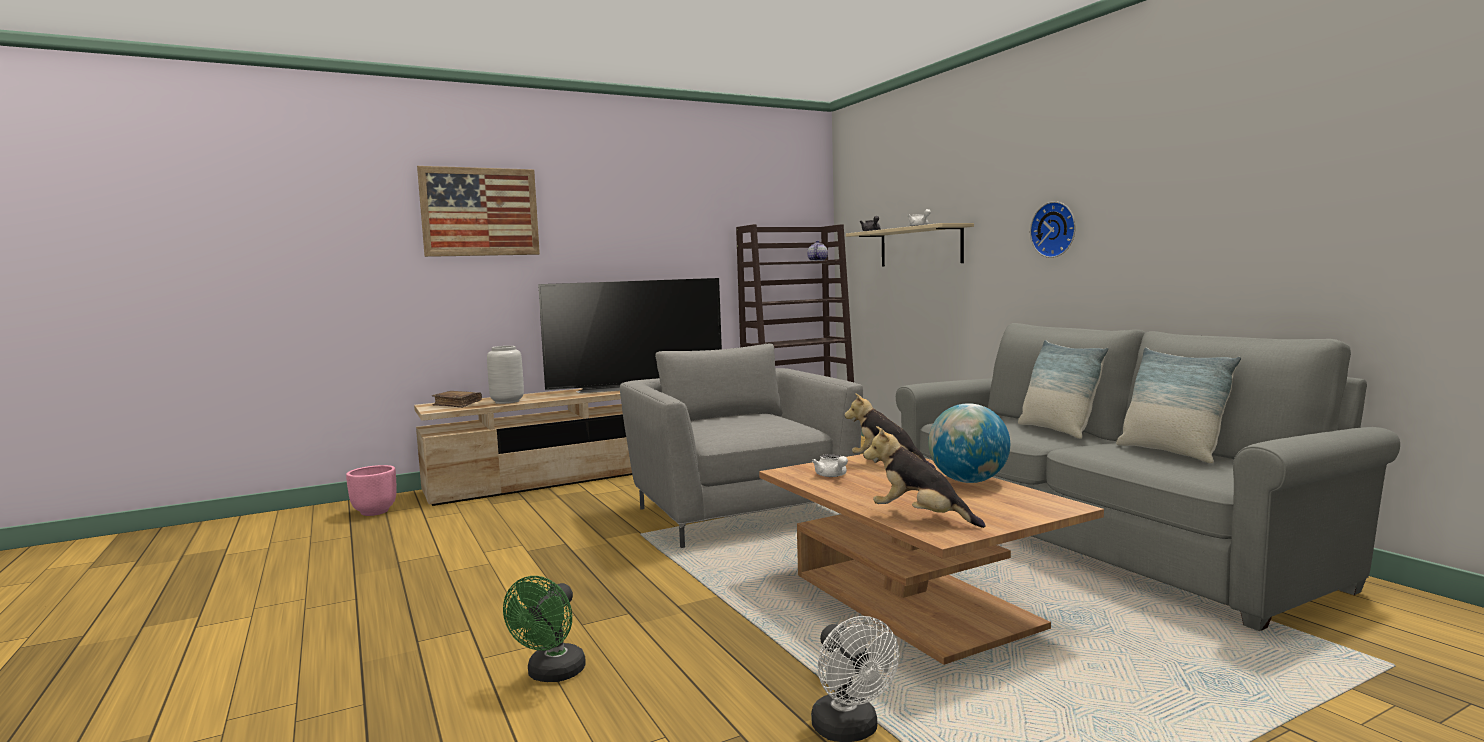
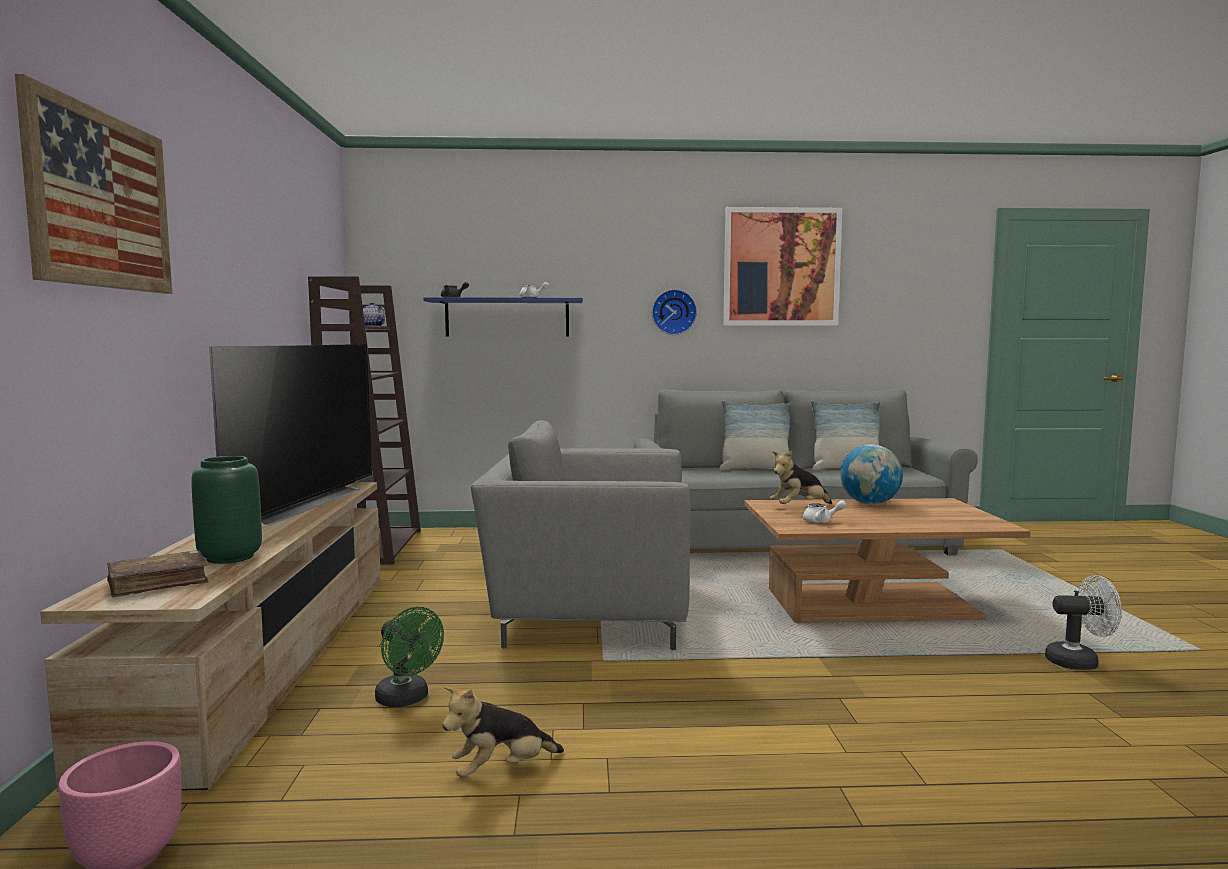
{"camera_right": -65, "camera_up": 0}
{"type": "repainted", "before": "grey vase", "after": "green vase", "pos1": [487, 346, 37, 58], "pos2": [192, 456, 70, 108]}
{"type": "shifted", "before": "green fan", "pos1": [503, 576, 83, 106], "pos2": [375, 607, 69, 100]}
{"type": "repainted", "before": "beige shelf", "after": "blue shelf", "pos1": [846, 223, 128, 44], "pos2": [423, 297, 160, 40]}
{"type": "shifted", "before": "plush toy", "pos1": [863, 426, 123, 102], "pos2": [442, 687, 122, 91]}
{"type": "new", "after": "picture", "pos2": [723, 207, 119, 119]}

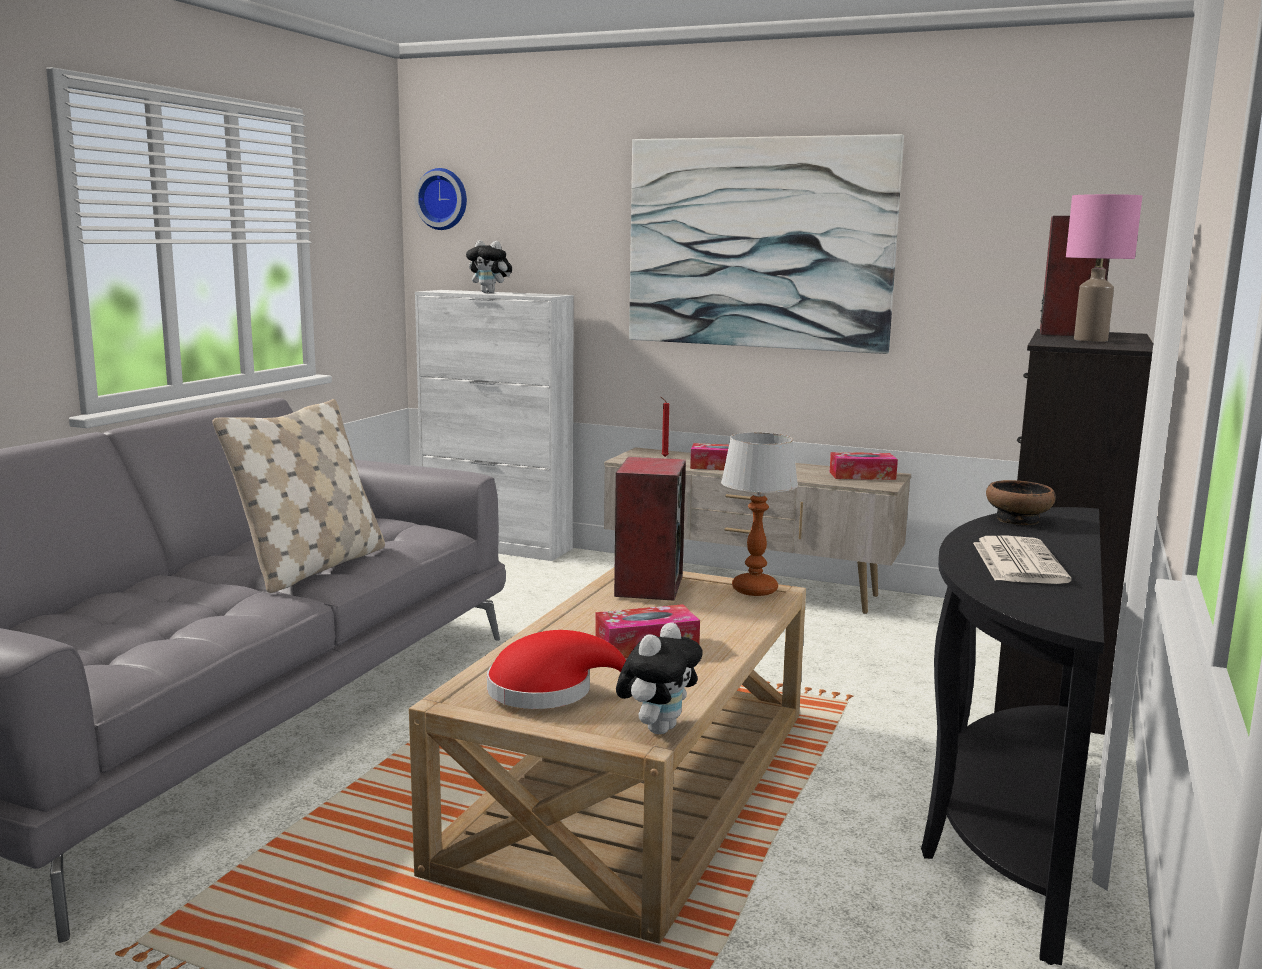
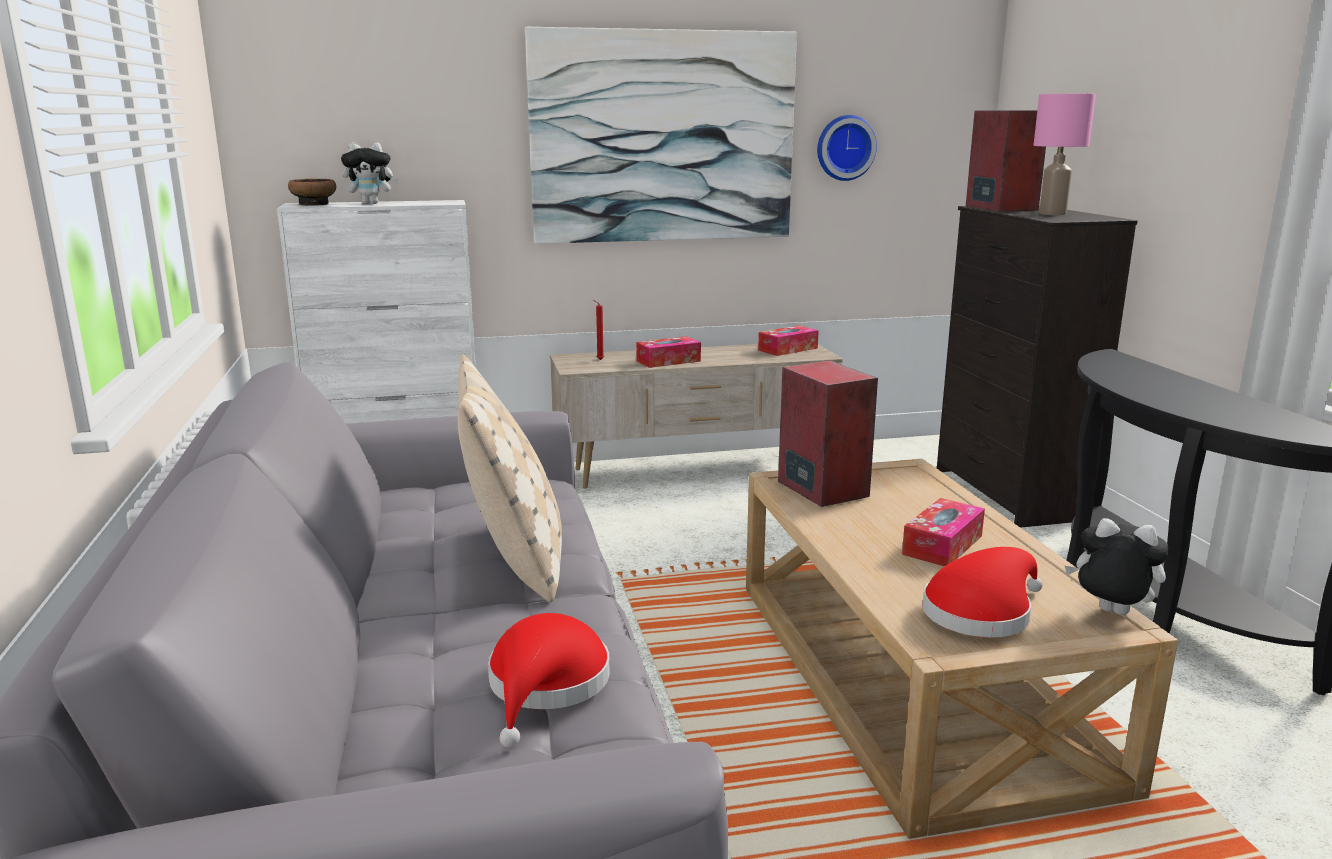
{"camera_right": -35, "camera_up": 5}
{"type": "shifted", "before": "bowl", "pos1": [986, 480, 70, 45], "pos2": [288, 179, 48, 27]}
{"type": "new", "after": "red hat", "pos2": [488, 613, 122, 135]}
{"type": "shifted", "before": "wall clock", "pos1": [414, 168, 53, 62], "pos2": [817, 115, 60, 66]}
{"type": "rotated", "before": "plush toy", "pos1": [616, 622, 87, 113], "pos2": [1065, 518, 104, 97], "turn": -60}
{"type": "gone", "before": "table lamp", "pos1": [721, 432, 77, 164]}
{"type": "gone", "before": "newspaper", "pos1": [973, 536, 98, 48]}

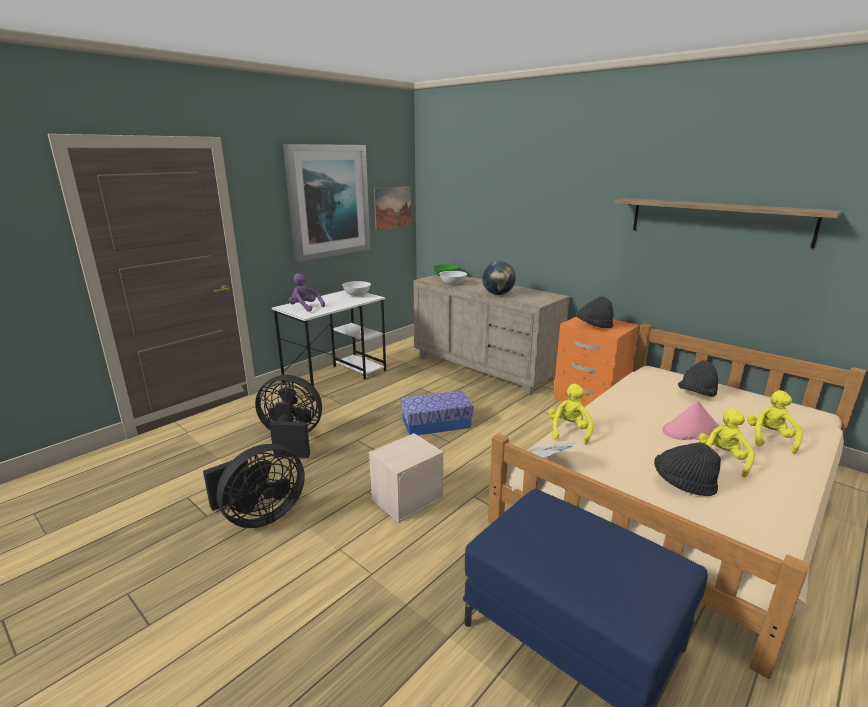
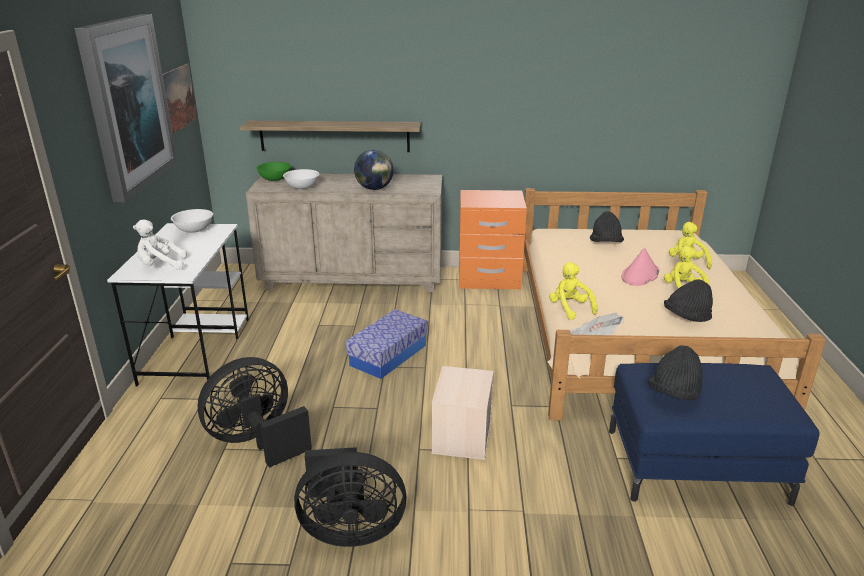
{"camera_right": -40, "camera_up": 5}
{"type": "repainted", "before": "purple plush toy", "after": "white plush toy", "pos1": [289, 273, 36, 39], "pos2": [133, 220, 54, 50]}
{"type": "shifted", "before": "shelf", "pos1": [615, 198, 227, 50], "pos2": [240, 121, 181, 31]}
{"type": "rotated", "before": "black fan", "pos1": [203, 444, 102, 84], "pos2": [294, 447, 113, 100], "turn": 75}
{"type": "shifted", "before": "black hat", "pos1": [576, 296, 38, 32], "pos2": [648, 345, 55, 56]}

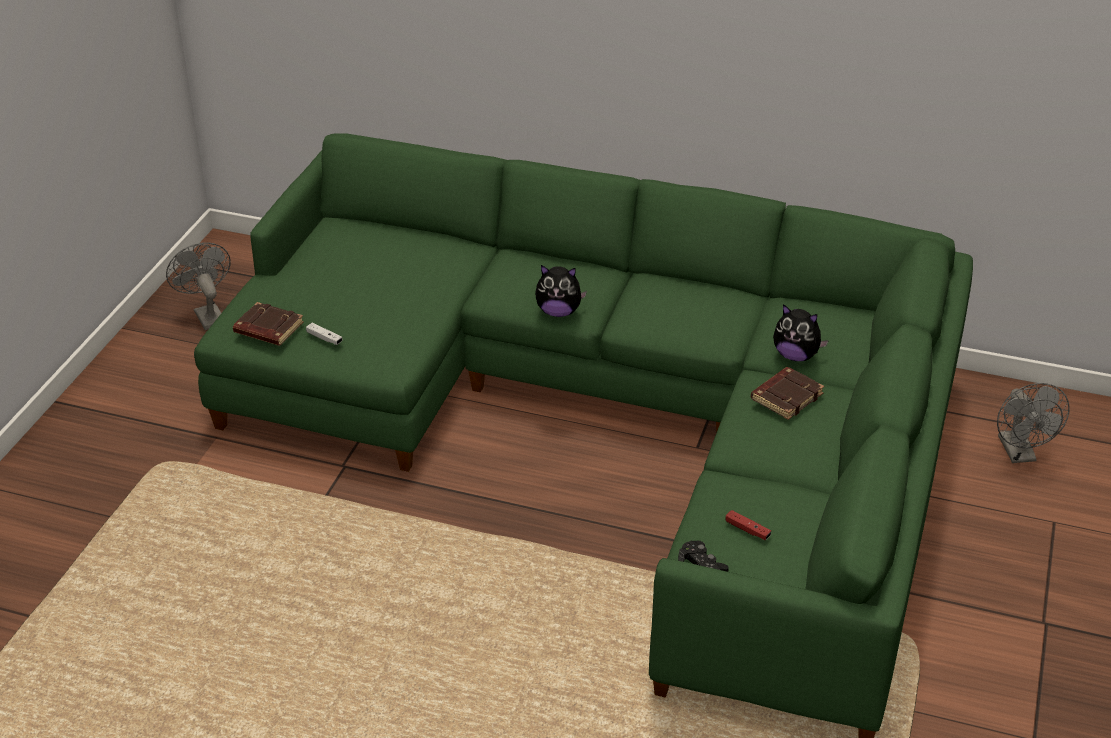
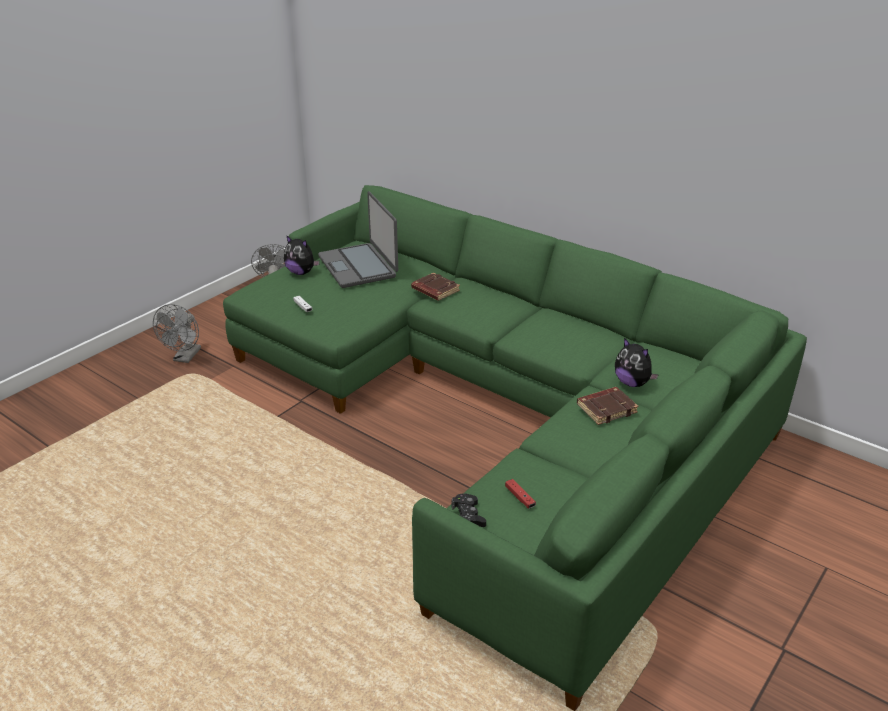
{"camera_right": 20, "camera_up": -5}
{"type": "shifted", "before": "grey fan", "pos1": [997, 383, 73, 80], "pos2": [153, 304, 48, 59]}
{"type": "shifted", "before": "plush toy", "pos1": [535, 265, 52, 52], "pos2": [284, 235, 36, 40]}
{"type": "new", "after": "laptop", "pos2": [318, 191, 80, 97]}
{"type": "shifted", "before": "brown book", "pos1": [233, 302, 71, 44], "pos2": [411, 273, 49, 28]}

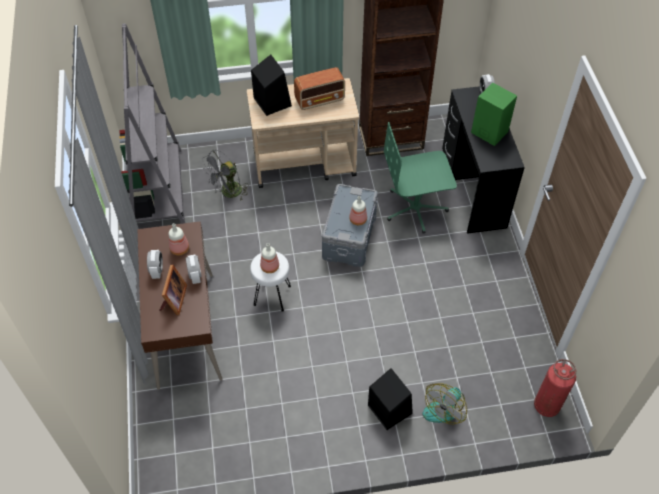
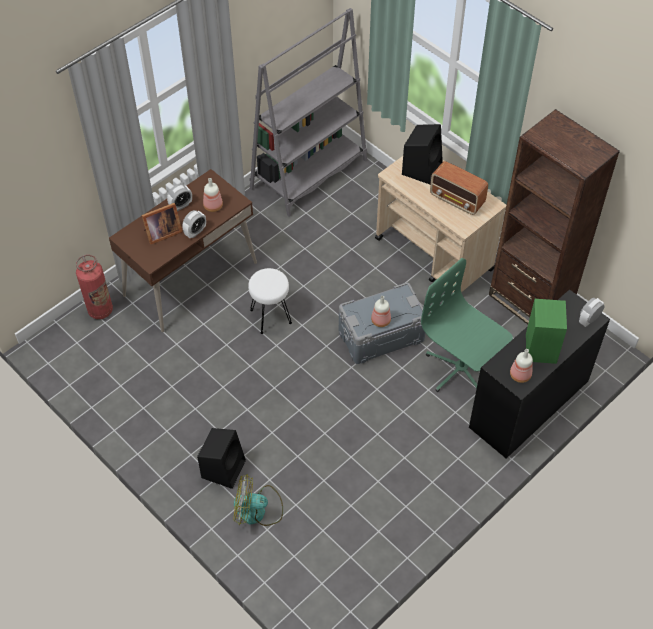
{"camera_right": 55, "camera_up": 0}
{"type": "shifted", "before": "fire extinguisher", "pos1": [534, 359, 43, 58], "pos2": [76, 255, 37, 64]}
{"type": "shifted", "before": "bottle", "pos1": [260, 243, 19, 30], "pos2": [510, 349, 23, 34]}
{"type": "gone", "before": "grey fan", "pos1": [202, 150, 46, 51]}

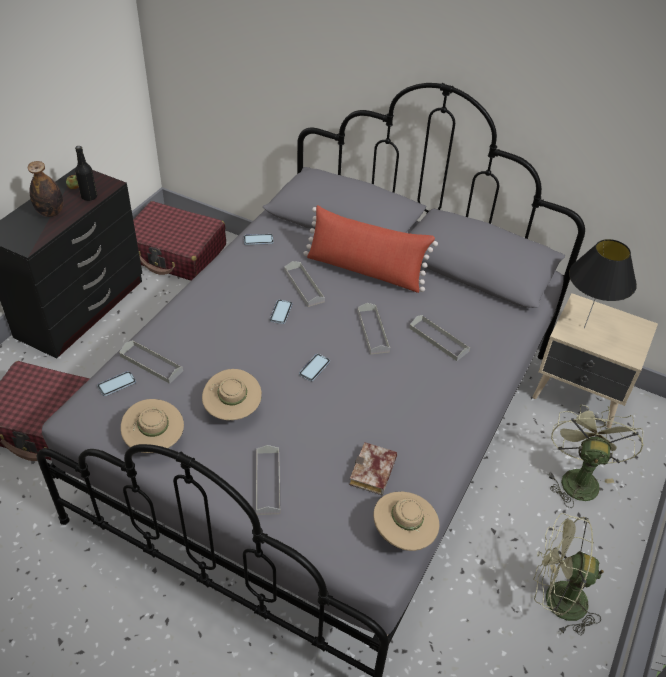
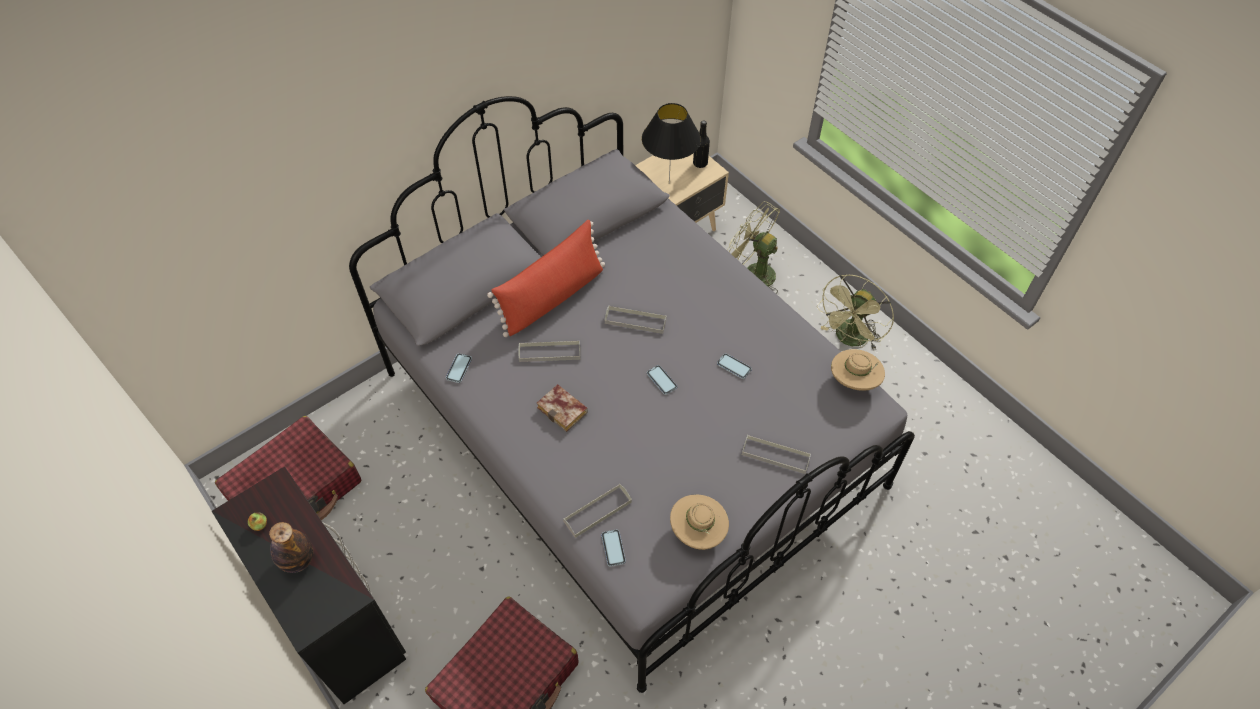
{"camera_right": -65, "camera_up": 10}
{"type": "shifted", "before": "book", "pos1": [349, 442, 48, 53], "pos2": [536, 384, 52, 48]}
{"type": "shifted", "before": "black bottle", "pos1": [75, 146, 22, 55], "pos2": [693, 120, 17, 48]}
{"type": "shifted", "before": "phone", "pos1": [270, 300, 22, 24], "pos2": [717, 353, 35, 26]}
{"type": "gone", "before": "beige hat", "pos1": [202, 369, 60, 51]}
{"type": "gone", "before": "grey tray", "pos1": [409, 315, 61, 46]}

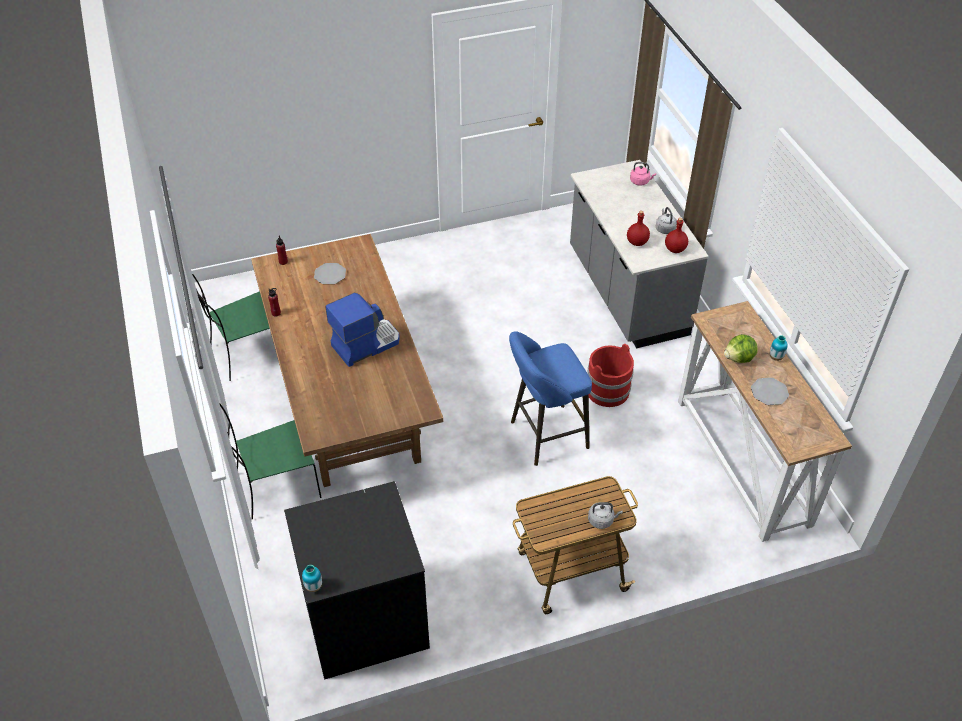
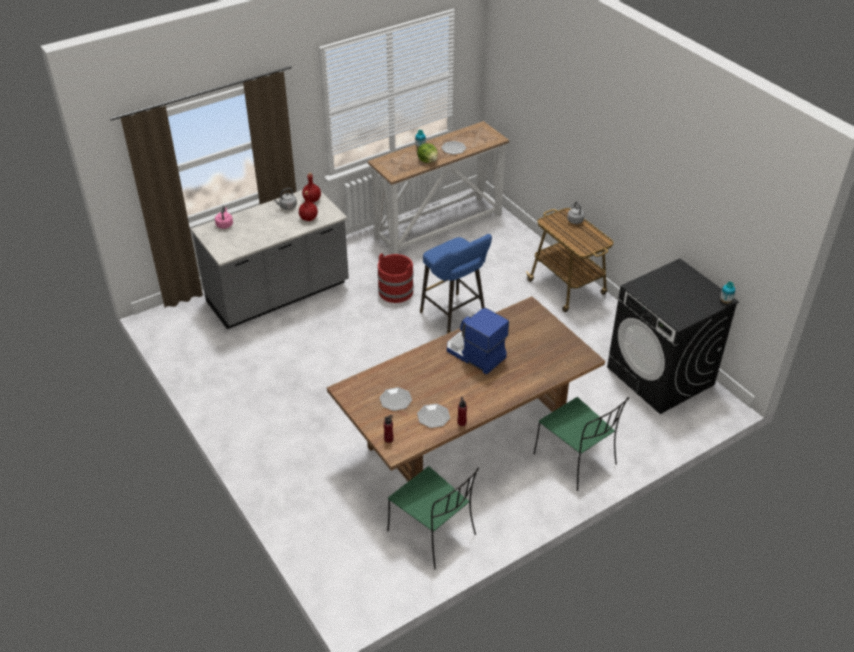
{"camera_right": -105, "camera_up": -5}
{"type": "new", "after": "plate", "pos2": [417, 404, 33, 24]}

